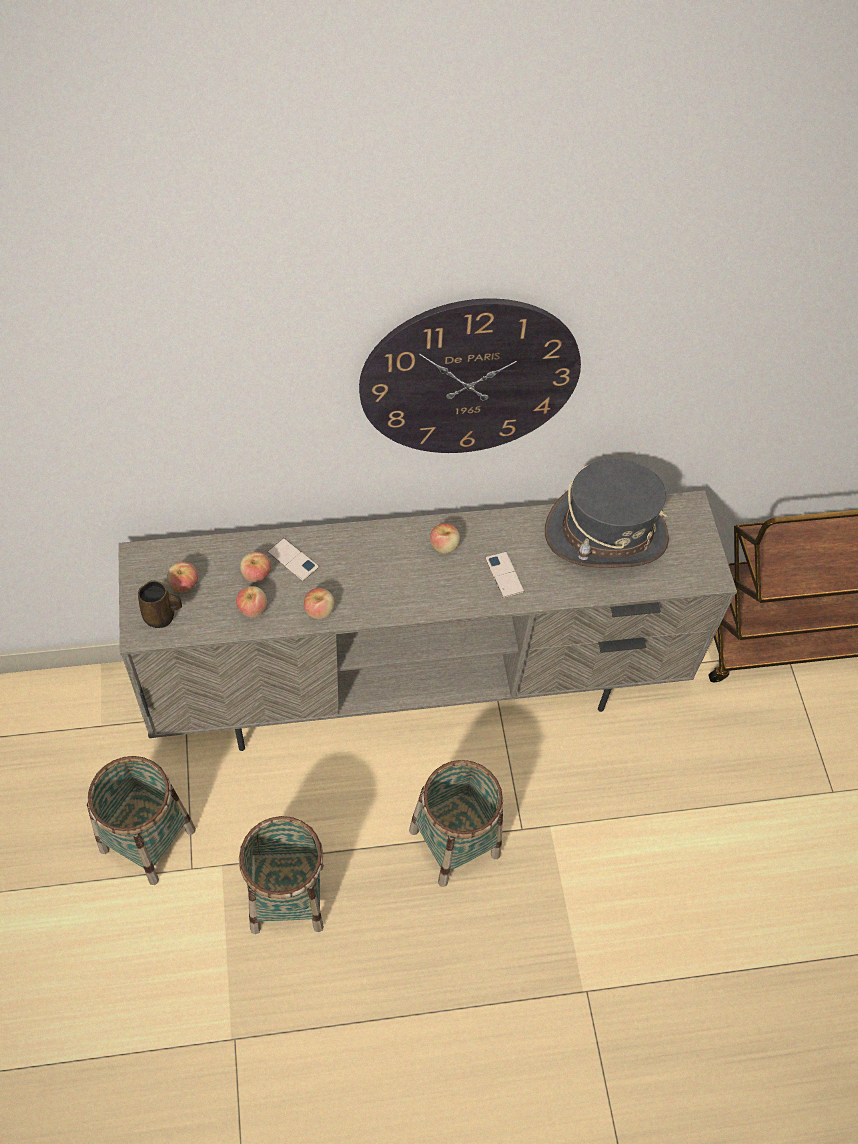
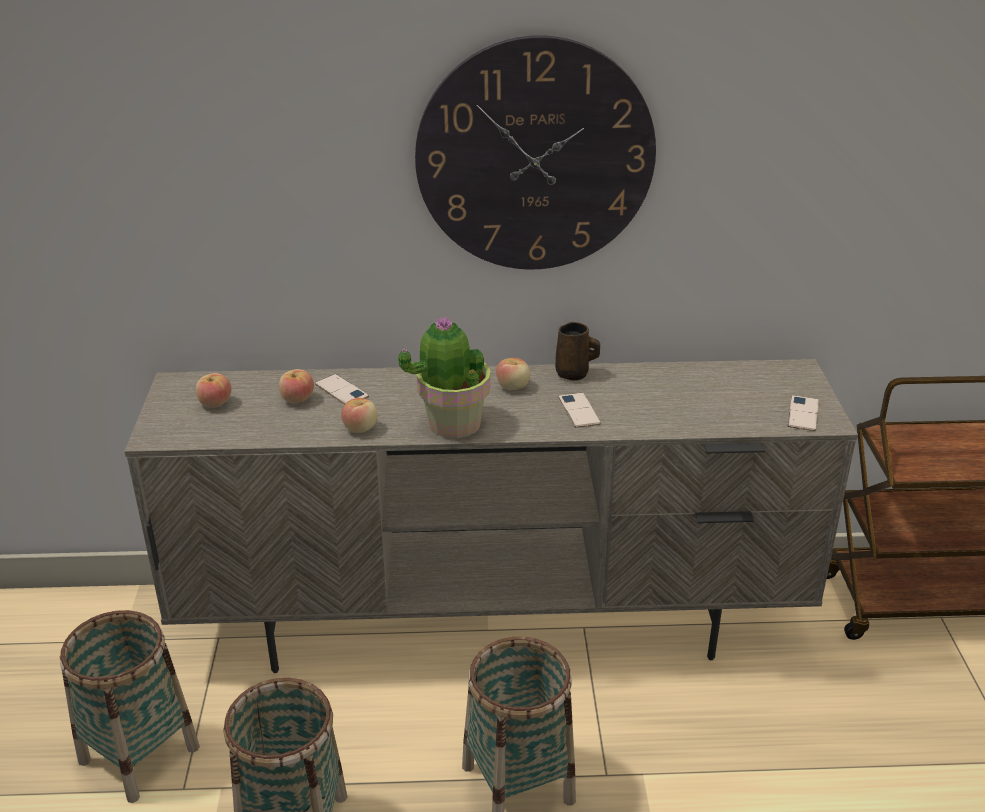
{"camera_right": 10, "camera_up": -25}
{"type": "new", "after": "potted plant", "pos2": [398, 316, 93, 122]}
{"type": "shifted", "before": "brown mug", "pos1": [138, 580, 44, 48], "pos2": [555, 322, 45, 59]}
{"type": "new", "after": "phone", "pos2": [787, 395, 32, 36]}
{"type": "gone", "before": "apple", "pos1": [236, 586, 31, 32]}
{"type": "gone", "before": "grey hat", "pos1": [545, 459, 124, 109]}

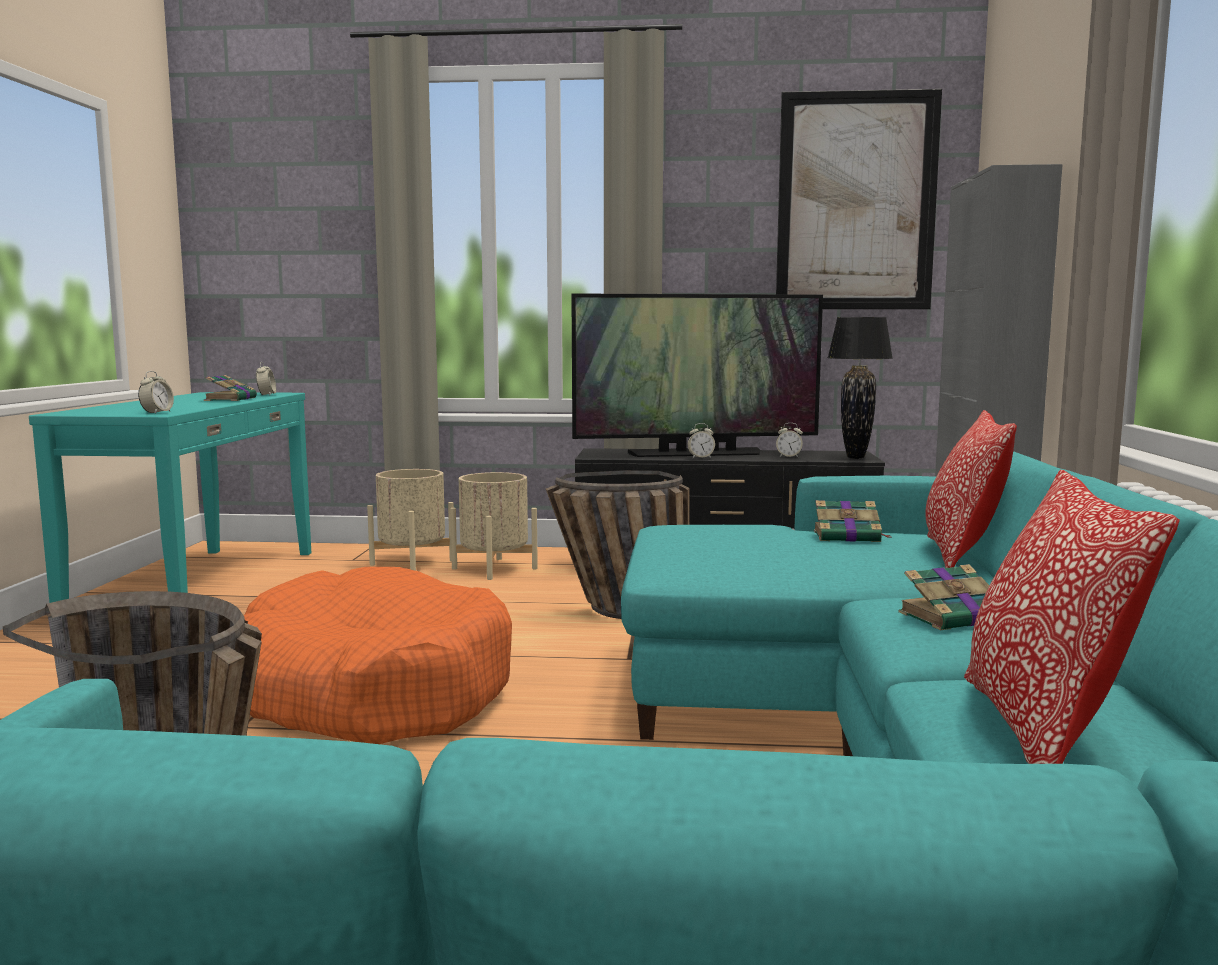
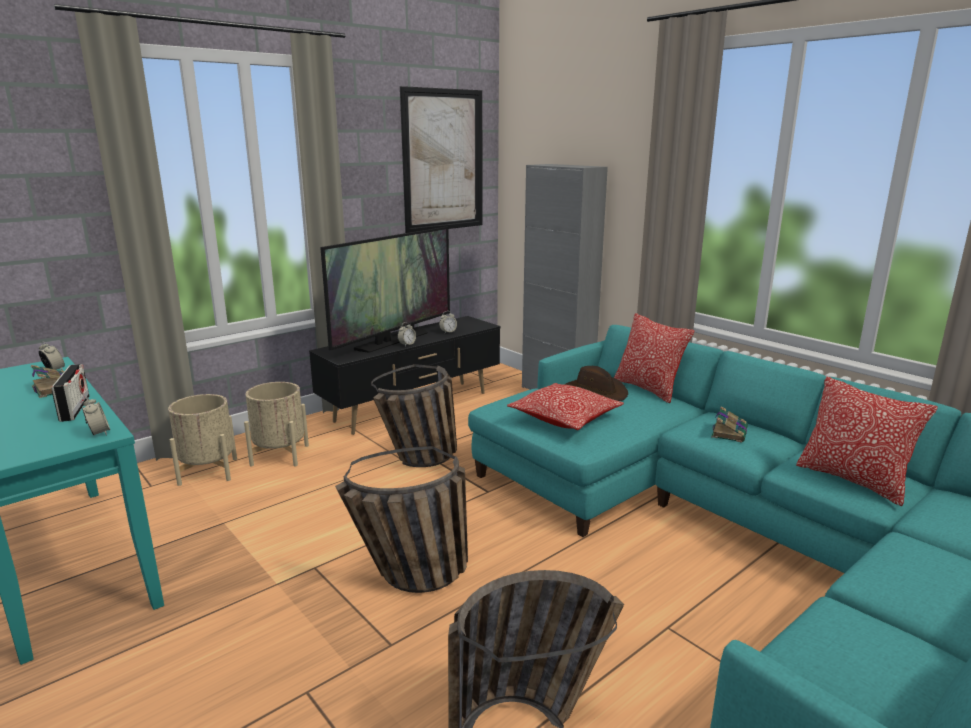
{"camera_right": -45, "camera_up": 10}
{"type": "new", "after": "radio", "pos2": [52, 364, 38, 58]}
{"type": "swapped", "before": "orange dog bed", "after": "basket", "pos1": [244, 567, 268, 177], "pos2": [335, 446, 133, 147]}
{"type": "new", "after": "pillow", "pos2": [507, 383, 117, 47]}
{"type": "swapped", "before": "book", "after": "brown hat", "pos1": [814, 500, 76, 42], "pos2": [564, 366, 64, 35]}
{"type": "gone", "before": "black table lamp", "pos1": [827, 317, 66, 142]}

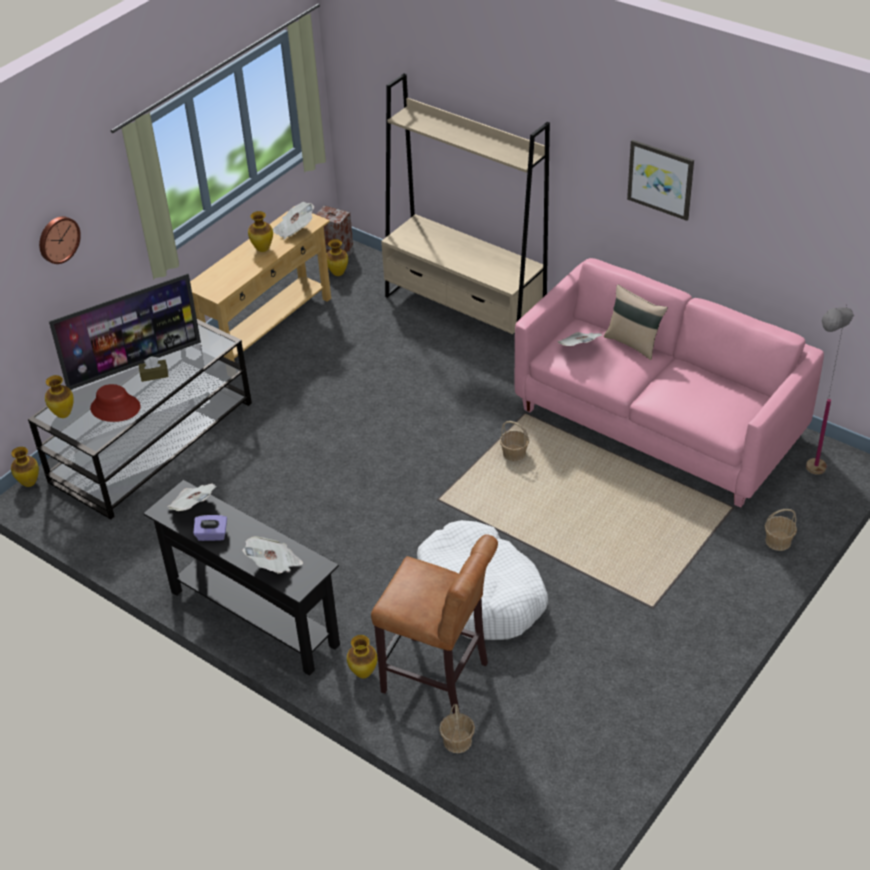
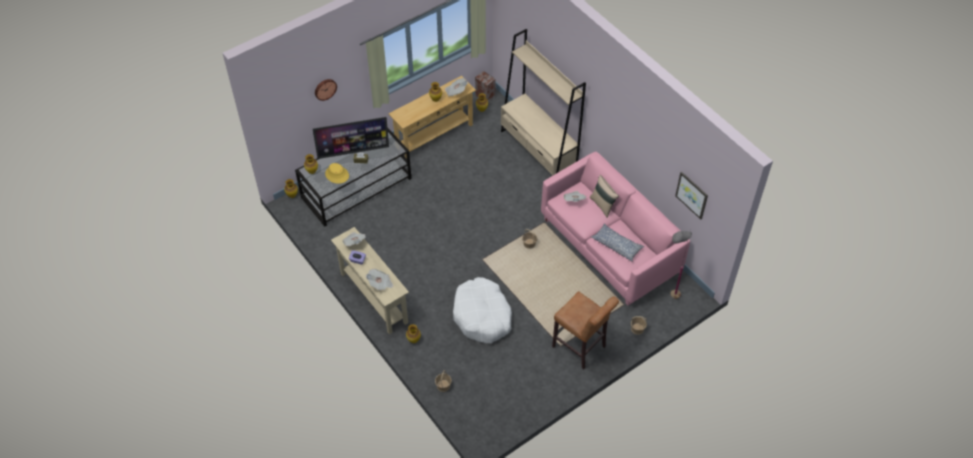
{"camera_right": 15, "camera_up": 10}
{"type": "repainted", "before": "red hat", "after": "yellow hat", "pos1": [90, 384, 50, 38], "pos2": [325, 163, 24, 21]}
{"type": "repainted", "before": "black console table", "after": "beige console table", "pos1": [143, 480, 197, 196], "pos2": [331, 227, 78, 108]}
{"type": "shifted", "before": "brown stool", "pos1": [371, 534, 127, 180], "pos2": [552, 291, 67, 78]}
{"type": "new", "after": "pillow", "pos2": [591, 223, 53, 38]}
{"type": "shifted", "before": "picture", "pos1": [627, 140, 67, 81], "pos2": [675, 172, 33, 48]}

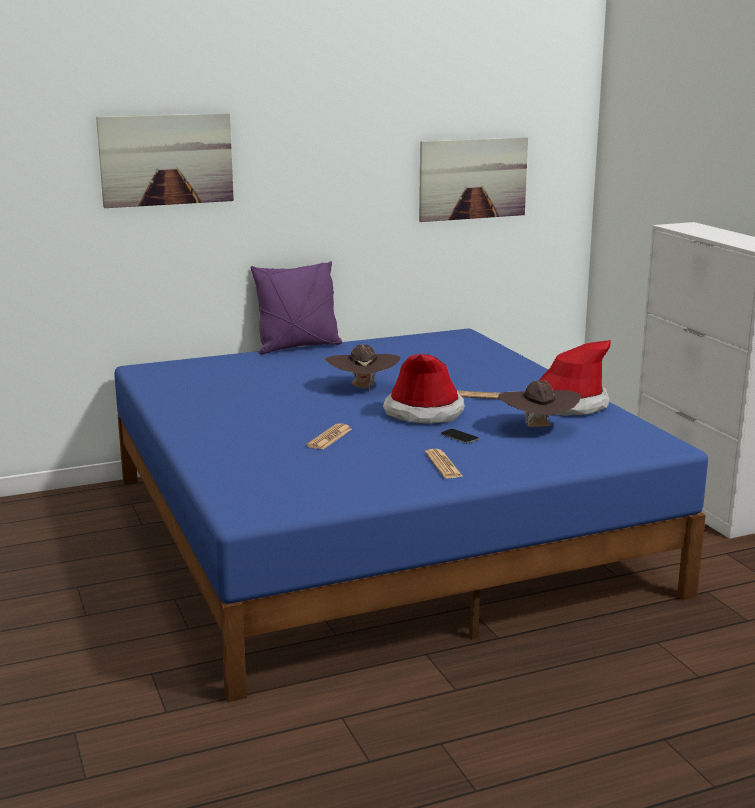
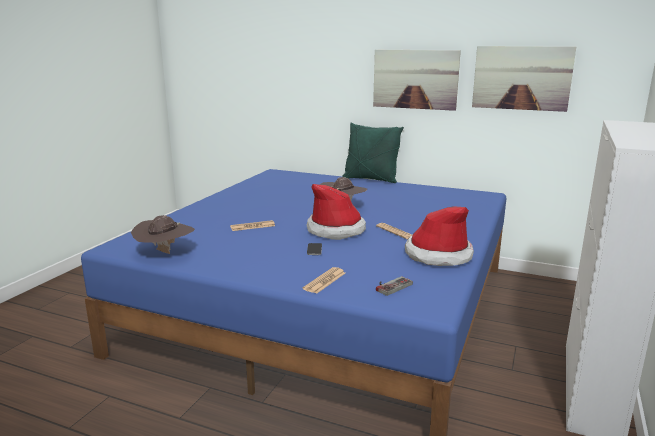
{"camera_right": 45, "camera_up": 0}
{"type": "shifted", "before": "brown hat", "pos1": [498, 380, 83, 47], "pos2": [131, 215, 64, 39]}
{"type": "shifted", "before": "newspaper", "pos1": [425, 449, 38, 29], "pos2": [303, 267, 42, 26]}
{"type": "repainted", "before": "purple pillow", "after": "green pillow", "pos1": [251, 261, 91, 93], "pos2": [342, 123, 62, 60]}
{"type": "shifted", "before": "picture", "pos1": [96, 113, 138, 95], "pos2": [373, 49, 88, 62]}
{"type": "new", "after": "game controller", "pos2": [376, 276, 37, 20]}

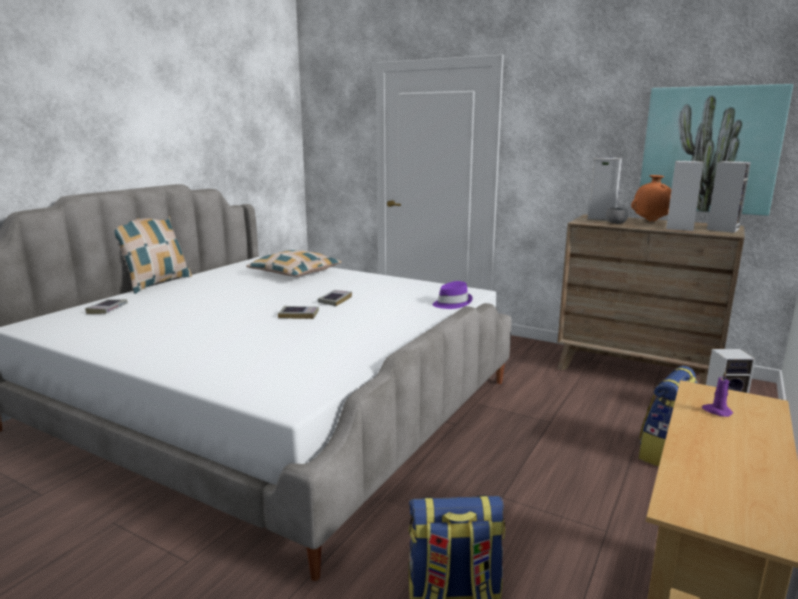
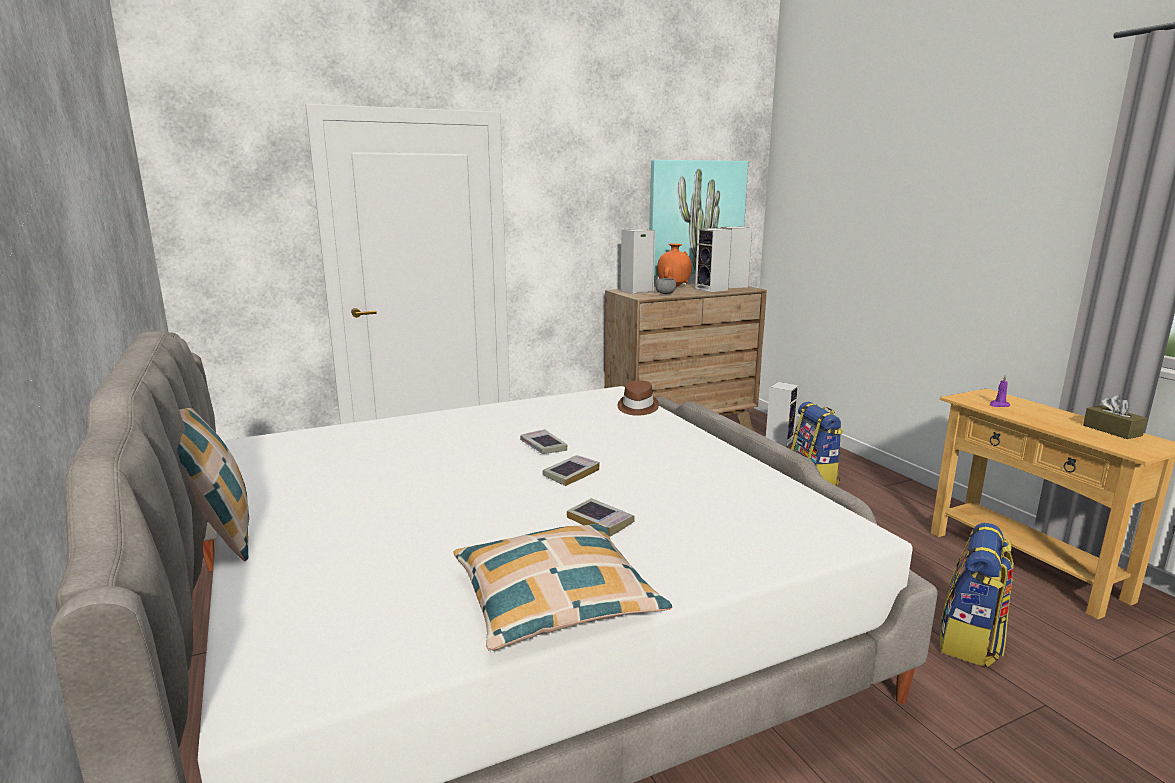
{"camera_right": -55, "camera_up": 0}
{"type": "shifted", "before": "pillow", "pos1": [246, 250, 95, 27], "pos2": [454, 524, 218, 126]}
{"type": "shifted", "before": "book", "pos1": [85, 299, 43, 15], "pos2": [567, 498, 68, 39]}
{"type": "repainted", "before": "purple hat", "after": "brown hat", "pos1": [433, 281, 40, 28], "pos2": [618, 380, 41, 36]}
{"type": "new", "after": "brown tissue box", "pos2": [1083, 395, 64, 44]}

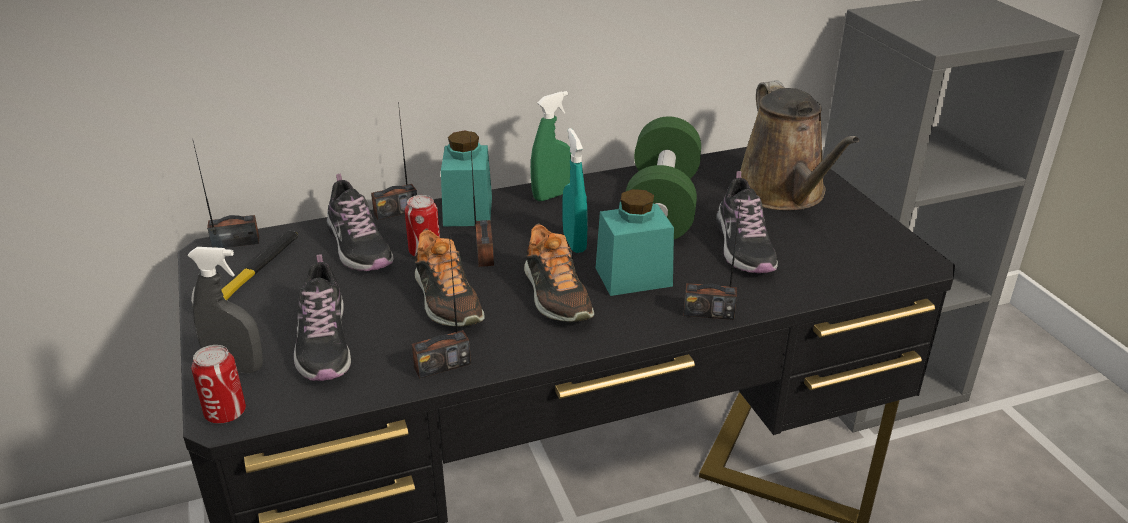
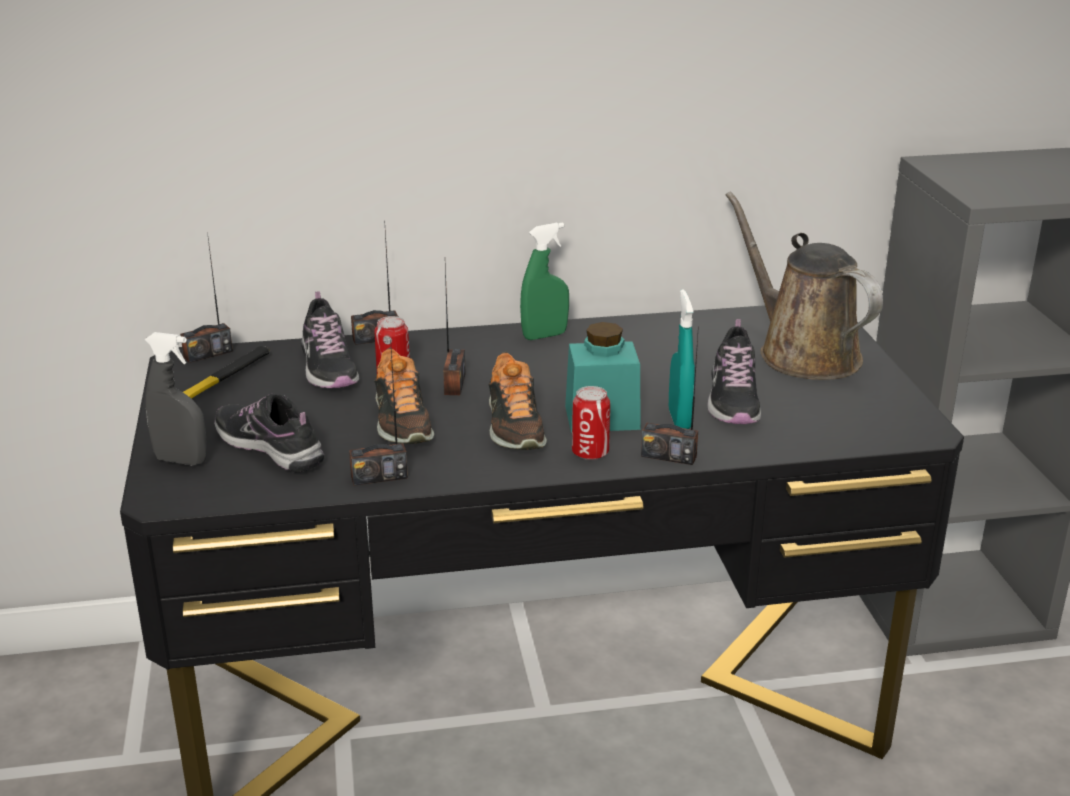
{"camera_right": 10, "camera_up": -5}
{"type": "rotated", "before": "radio", "pos1": [193, 141, 66, 107], "pos2": [180, 233, 53, 130], "turn": 150}
{"type": "rotated", "before": "shoe", "pos1": [294, 254, 57, 127], "pos2": [214, 393, 110, 80], "turn": 135}
{"type": "shifted", "before": "can", "pos1": [191, 345, 55, 79], "pos2": [572, 386, 38, 74]}
{"type": "shifted", "before": "turquoise spray bottle", "pos1": [563, 128, 25, 125], "pos2": [669, 289, 26, 140]}
{"type": "rotated", "before": "brown watering can", "pos1": [740, 80, 119, 130], "pos2": [726, 192, 157, 188], "turn": 150}
{"type": "gone", "before": "turquoise jar", "pos1": [441, 131, 51, 95]}
{"type": "gone", "before": "green dumbbell", "pos1": [626, 116, 75, 123]}

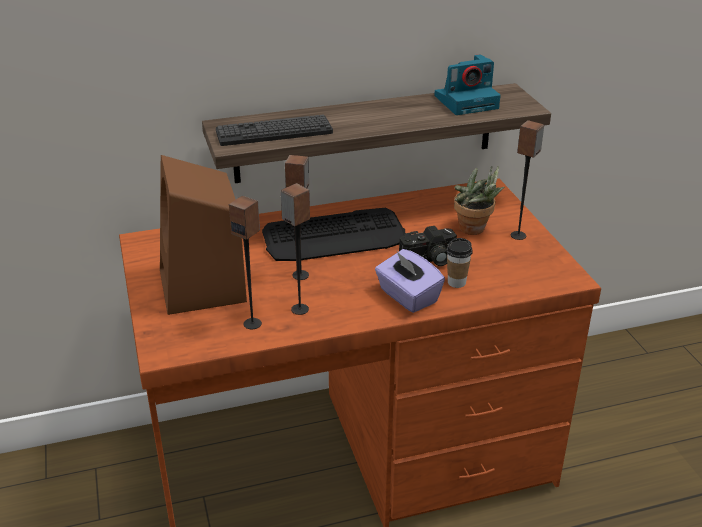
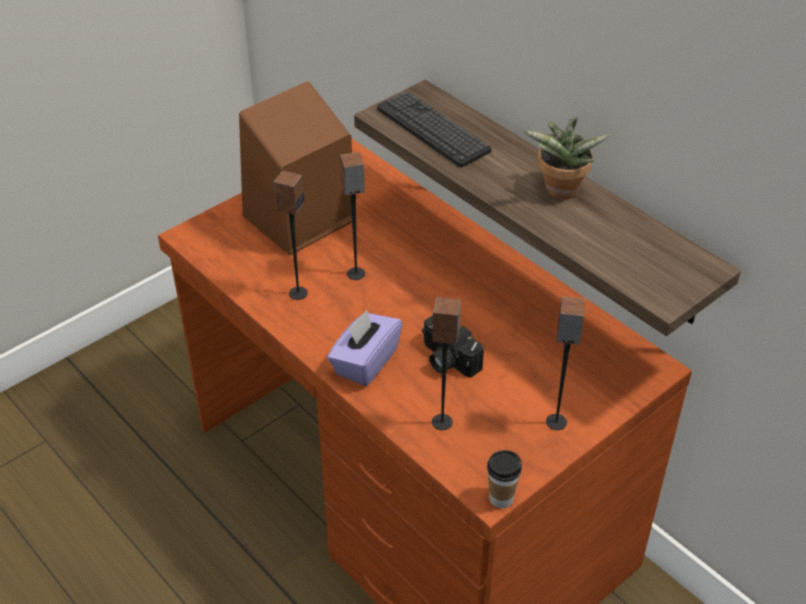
{"camera_right": 65, "camera_up": 10}
{"type": "shifted", "before": "speaker", "pos1": [229, 196, 33, 133], "pos2": [432, 297, 29, 133]}
{"type": "shifted", "before": "cup", "pos1": [446, 238, 27, 50], "pos2": [487, 450, 35, 58]}
{"type": "shifted", "before": "potted plant", "pos1": [454, 166, 50, 69], "pos2": [524, 116, 86, 83]}
{"type": "gone", "before": "keyboard", "pos1": [262, 207, 143, 54]}
{"type": "gone", "before": "photo camera", "pos1": [434, 54, 67, 61]}

